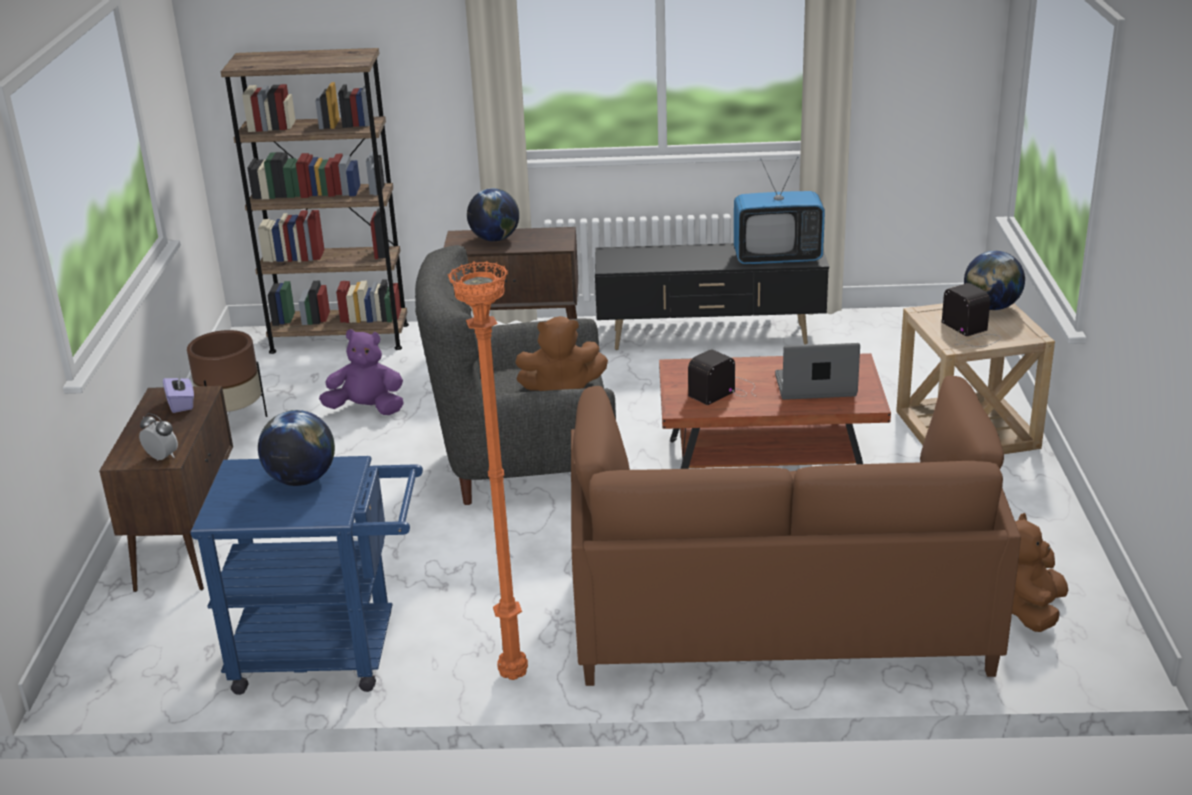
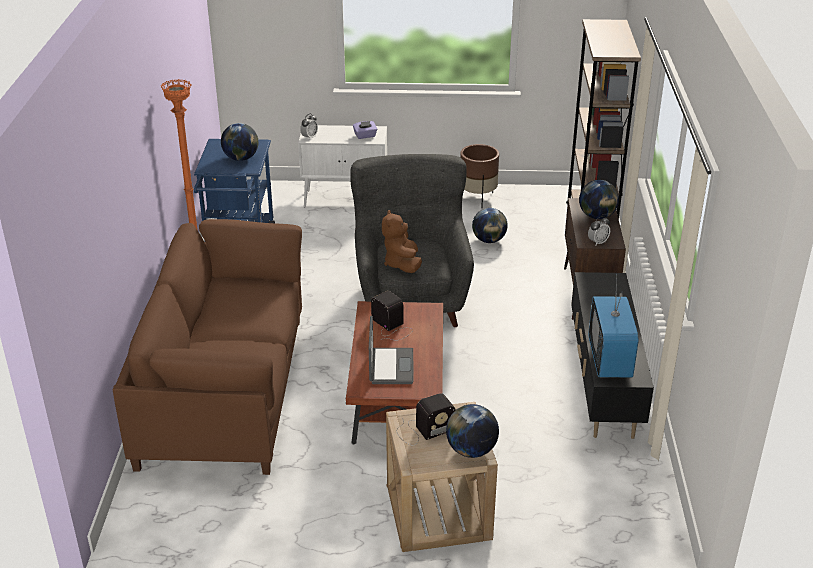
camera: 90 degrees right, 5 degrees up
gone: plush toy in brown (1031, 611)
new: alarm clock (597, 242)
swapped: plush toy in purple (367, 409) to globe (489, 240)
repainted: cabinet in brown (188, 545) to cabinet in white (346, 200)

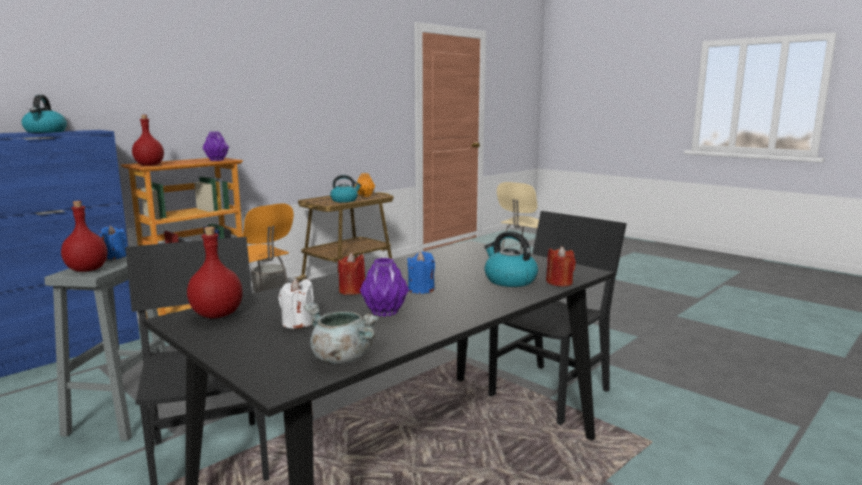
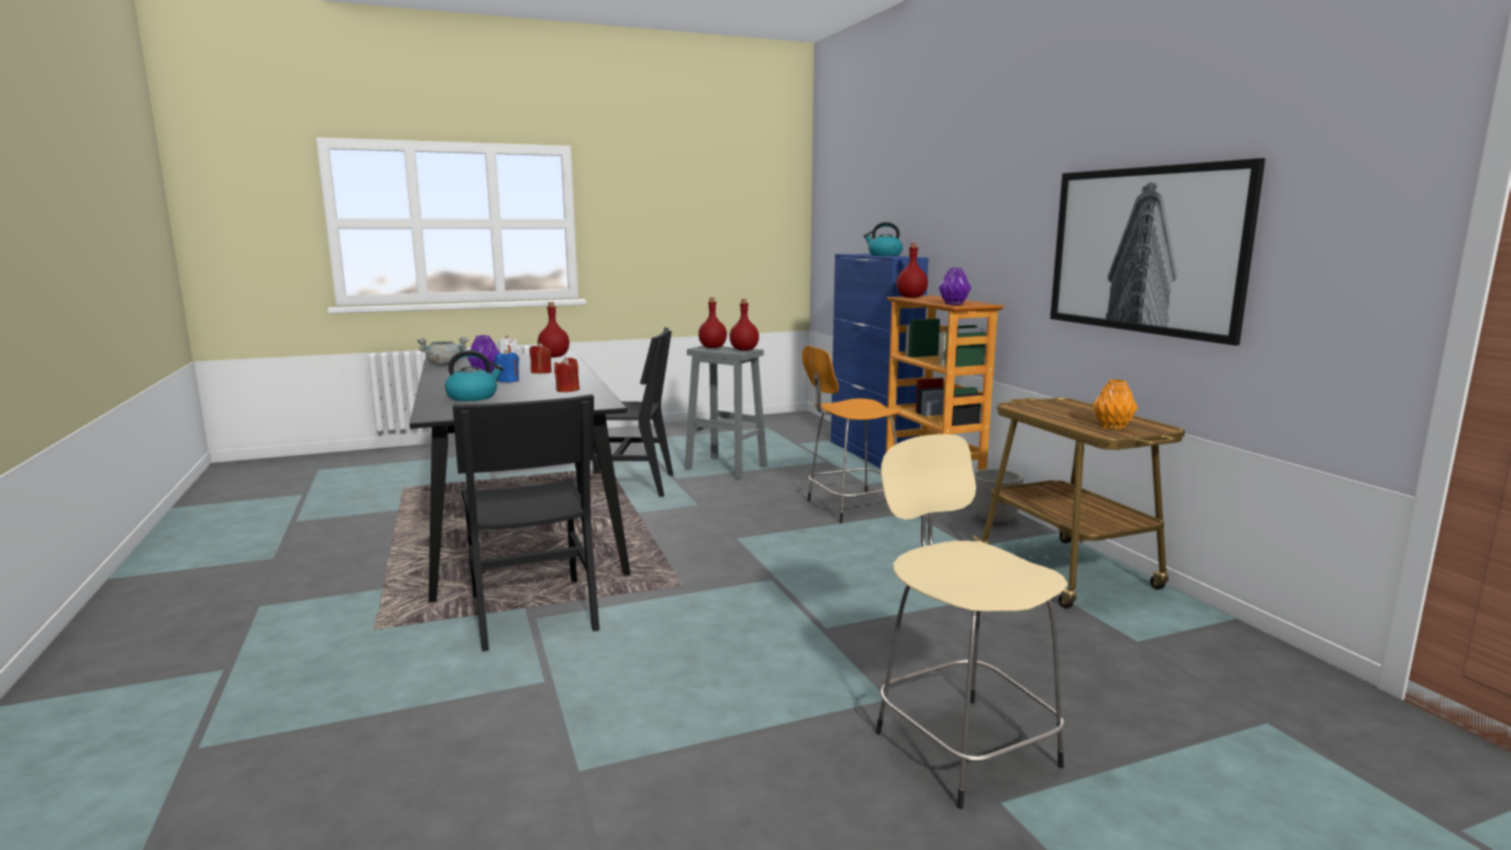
camera: 115 degrees right, 0 degrees up
gone: kettle (344, 200)
new: picture (1146, 250)
shifted: candle in red (559, 282) to (567, 390)
swapped: candle in blue (115, 257) to bottle in red (744, 350)

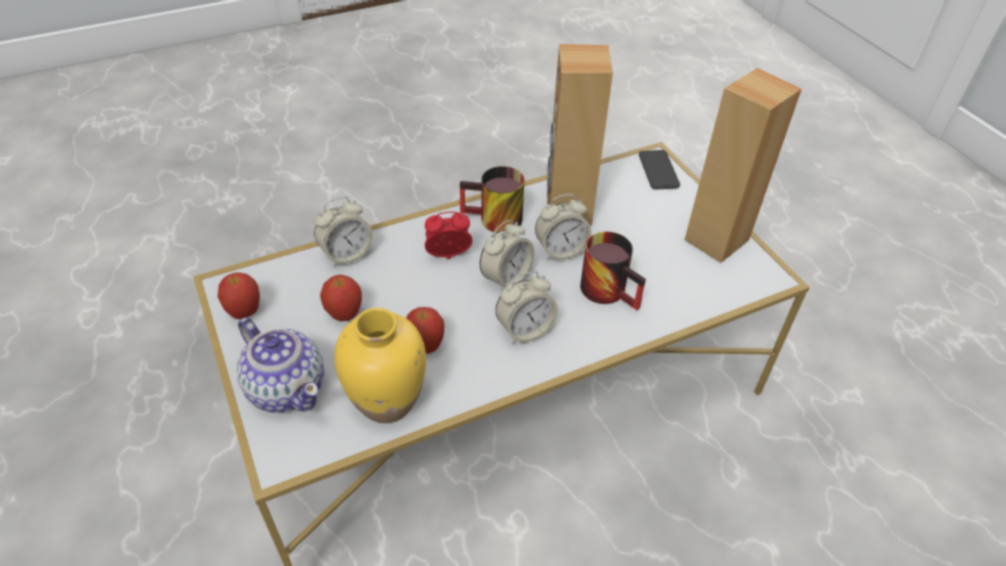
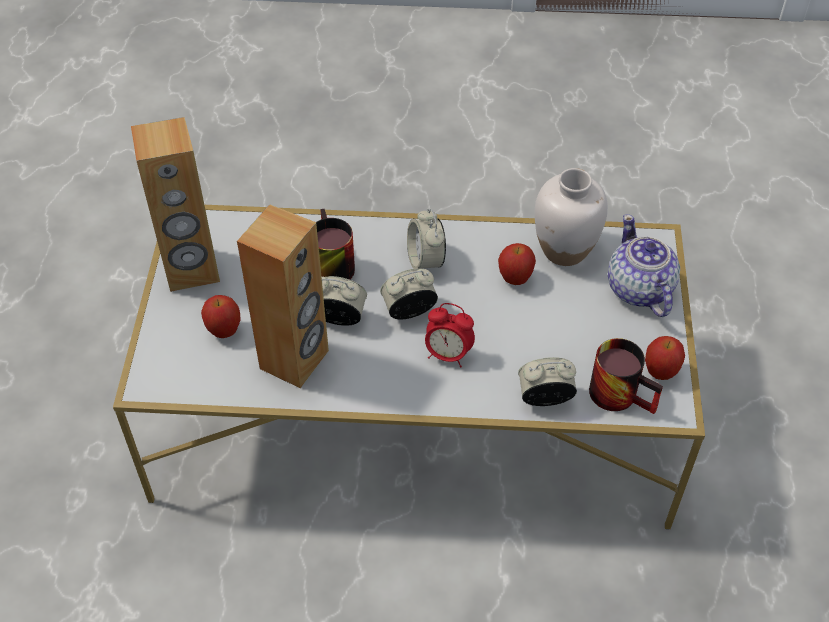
camera: 150 degrees left, 5 degrees up
gone: phone (658, 170)
shifted: apple (345, 315) to (224, 331); mug (493, 221) to (622, 393)
repainted: vase in yellow (387, 401) to vase in white (564, 250)
rotated: alarm clock (525, 330) = (425, 261) 105 degrees counterclockwise

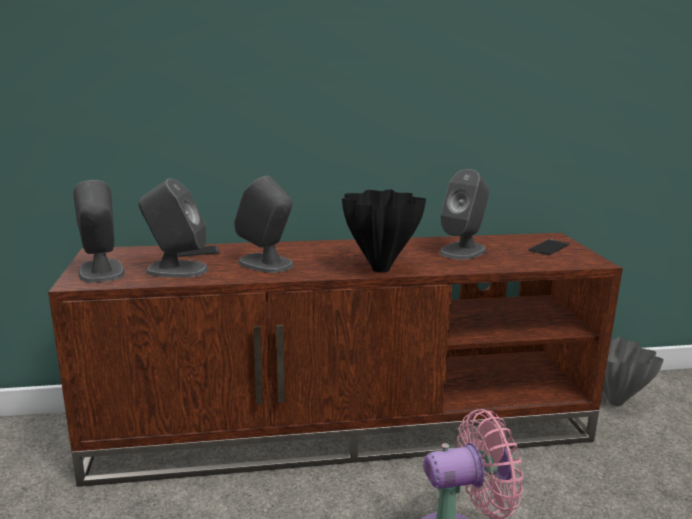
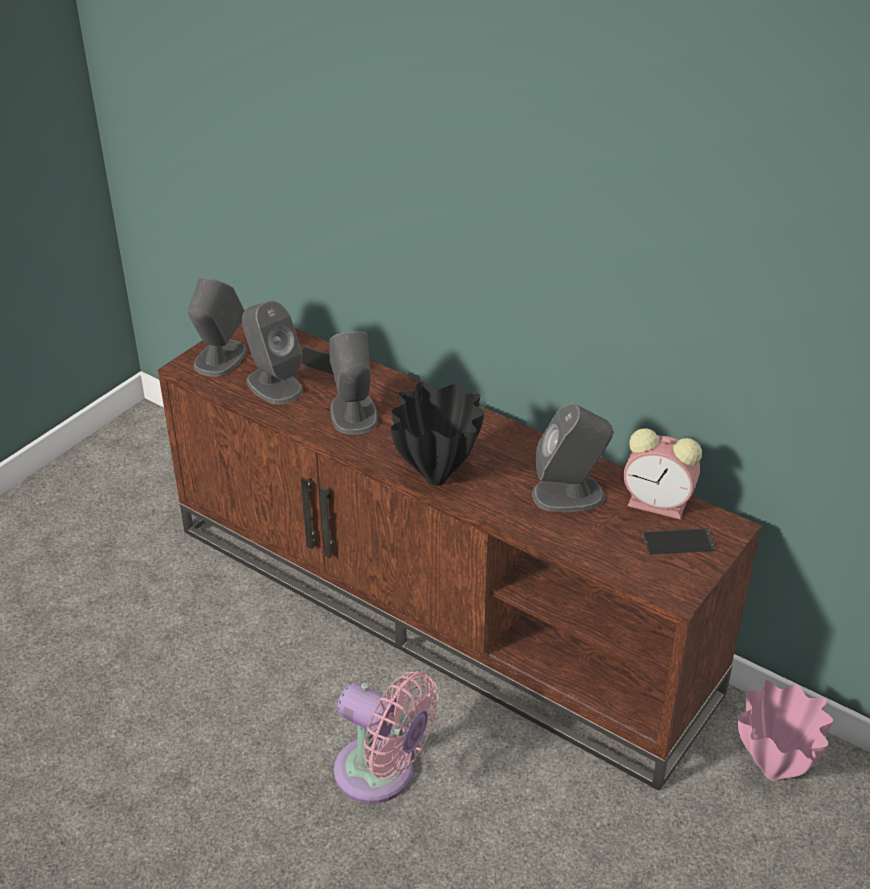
camera: 45 degrees right, 20 degrees up
new: alarm clock (659, 504)
repainted: vase in grey (614, 402) to vase in pink (773, 771)

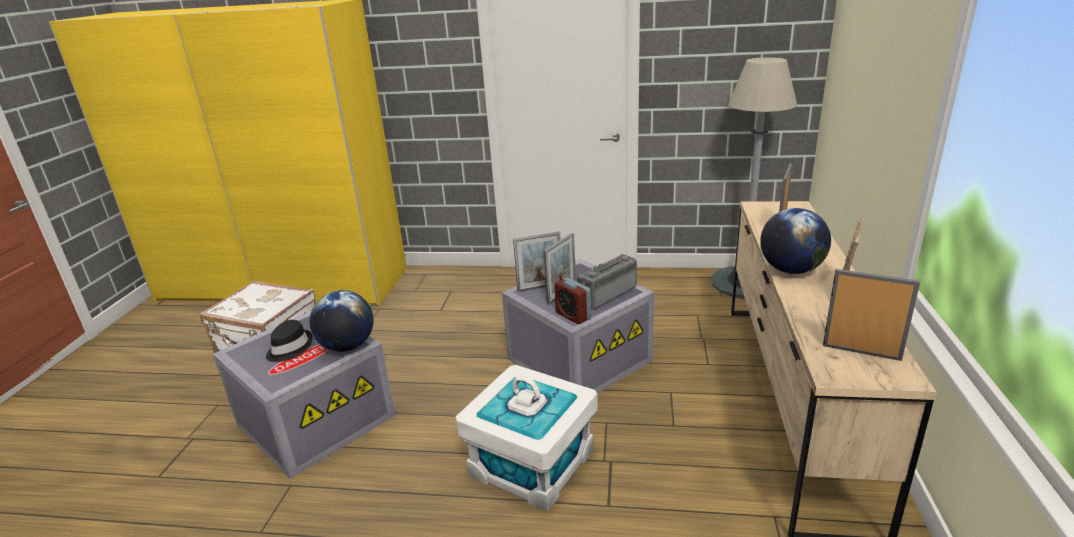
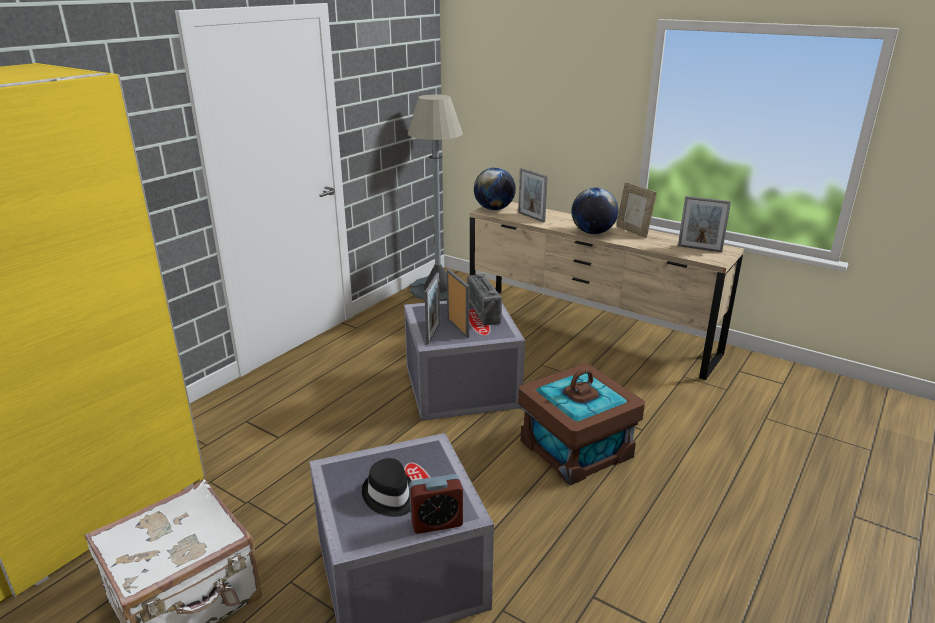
camera: 65 degrees left, 0 degrees up
shifted: alarm clock (573, 316) to (436, 522); globe (347, 346) to (494, 209)
repainted: storage box in white (531, 463) to storage box in brown (576, 449)
rotated: picture frame (861, 352) = (699, 249) 120 degrees counterclockwise

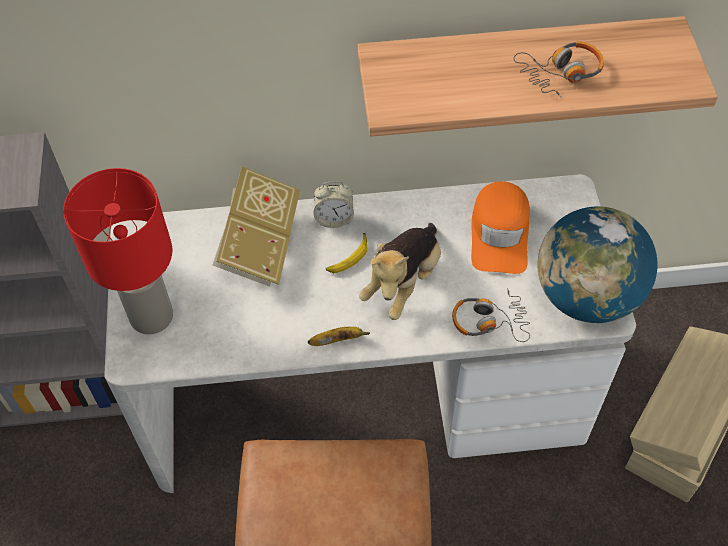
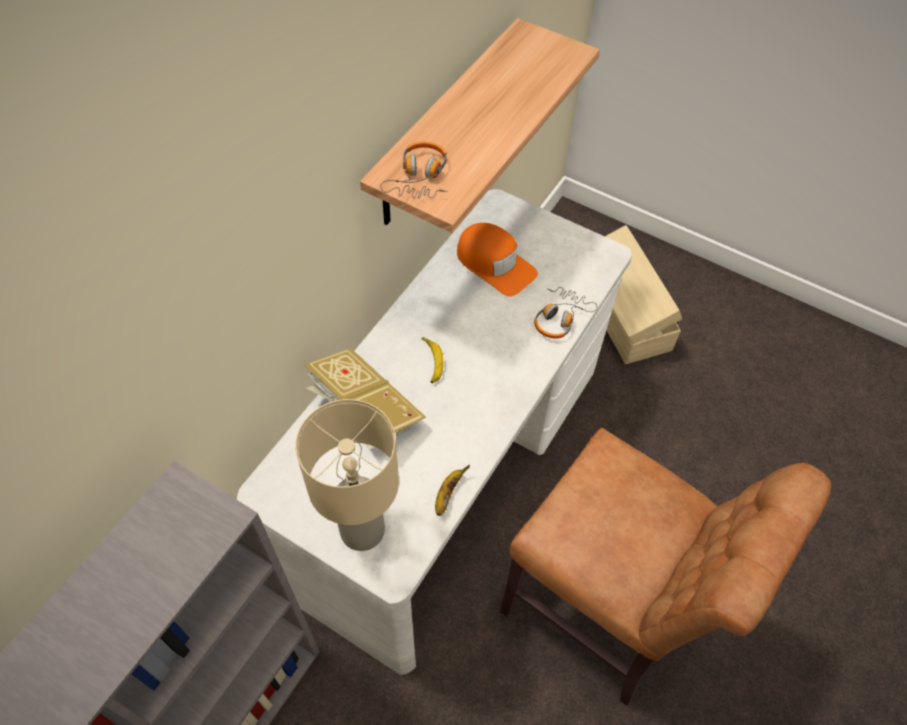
camera: 55 degrees left, 0 degrees up
gone: alarm clock (334, 219); plush toy (403, 282); globe (586, 296)
shifted: headphones (561, 73) to (419, 177); banana (337, 340) to (447, 494)
repainted: table lamp in red (152, 315) to table lamp in beige (362, 529)

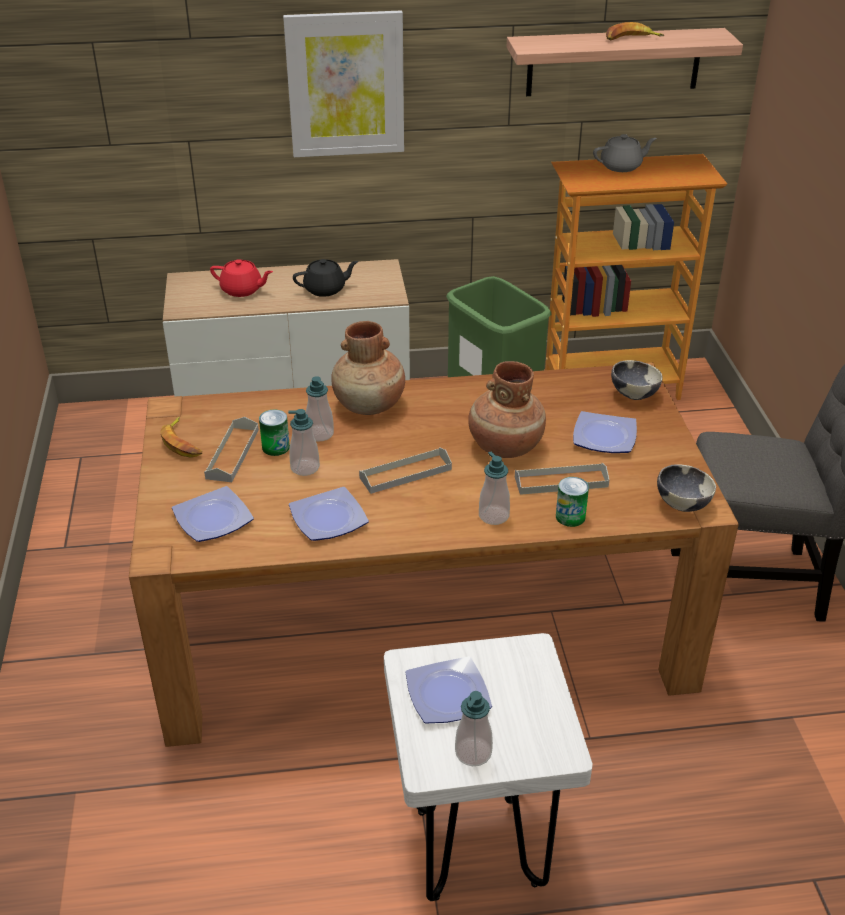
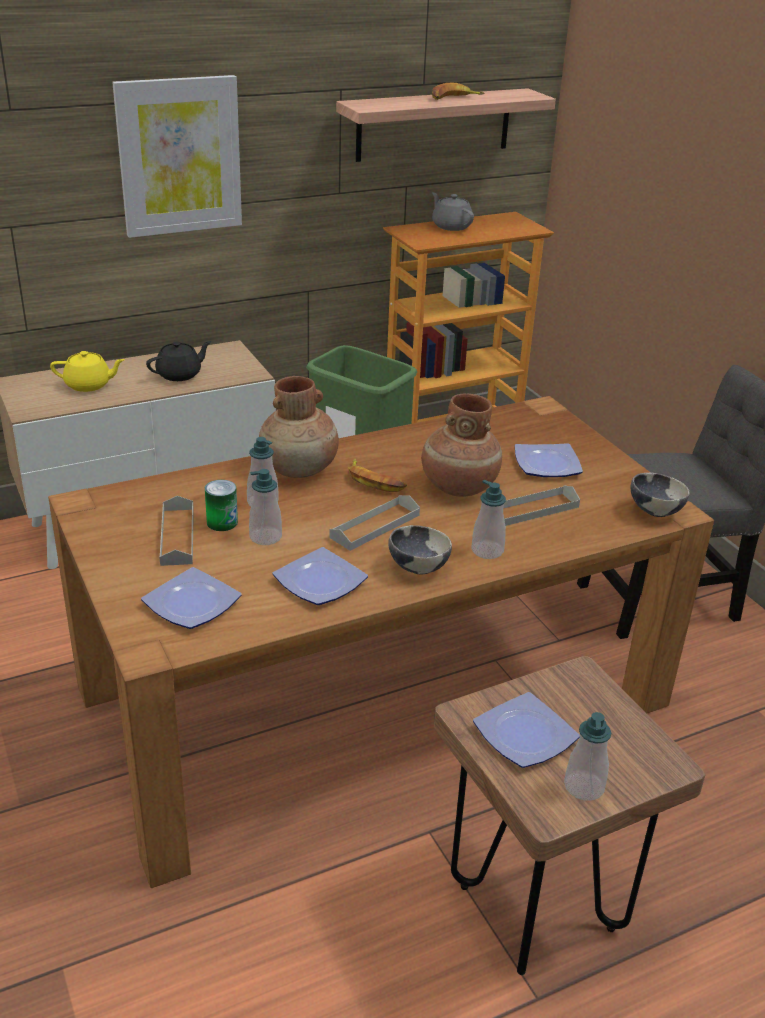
camera: 20 degrees left, 5 degrees down
gone: can (570, 517)
shifted: banana (182, 443) to (374, 481); bowl (633, 394) to (417, 567)
repainted: teapot in red (242, 290) to teapot in yellow (89, 385); stool in white (476, 848) to stool in brown (536, 908)
rotated: teapot in grey (622, 166) = (451, 226) 90 degrees counterclockwise

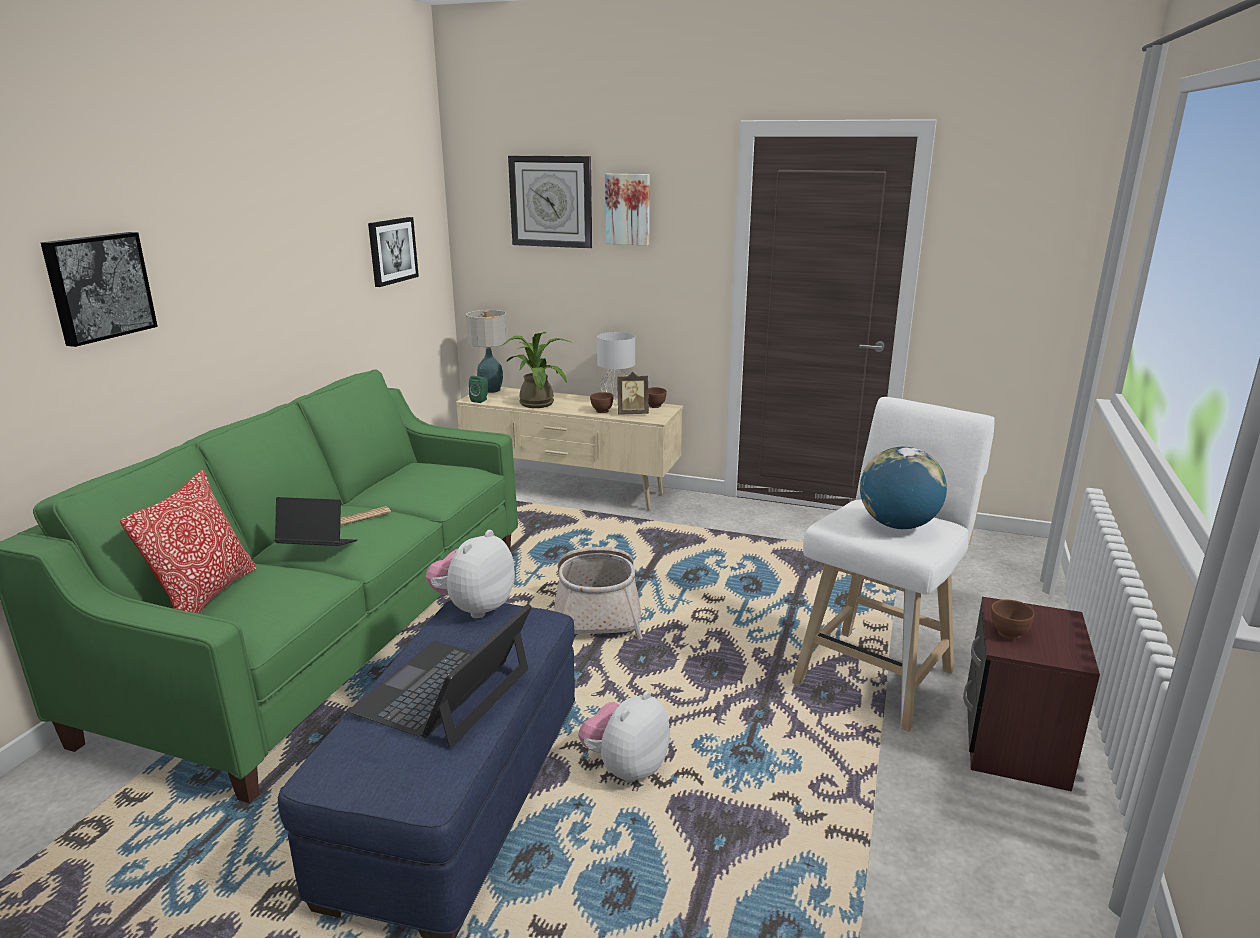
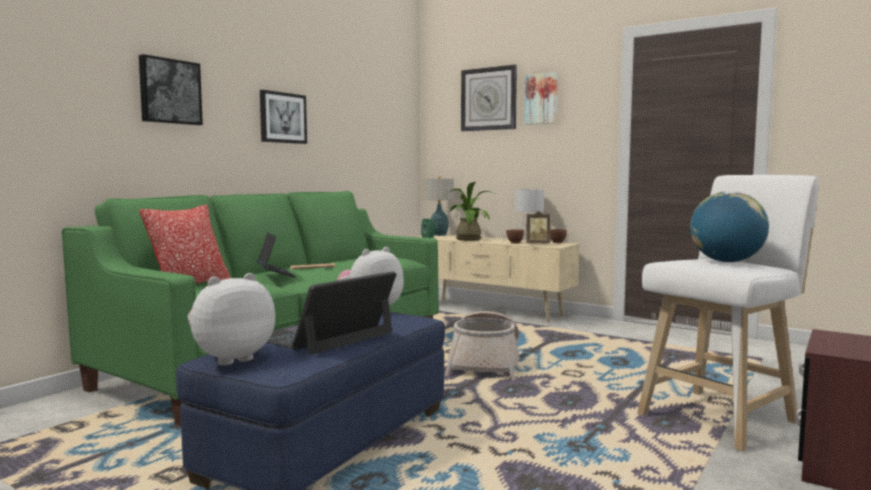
camera: 15 degrees right, 15 degrees down
gone: bowl in brown (1008, 634)
shifted: plush toy (625, 767) to (231, 358); picture (392, 251) to (282, 118)
rotated: laptop (317, 548) = (275, 275) 45 degrees clockwise

